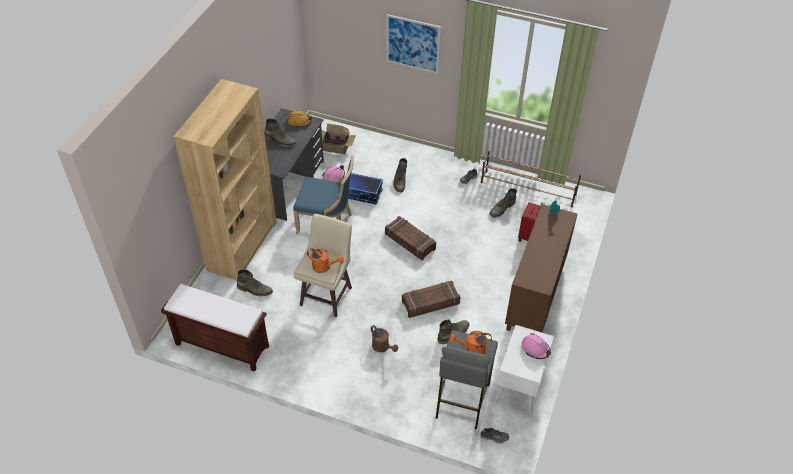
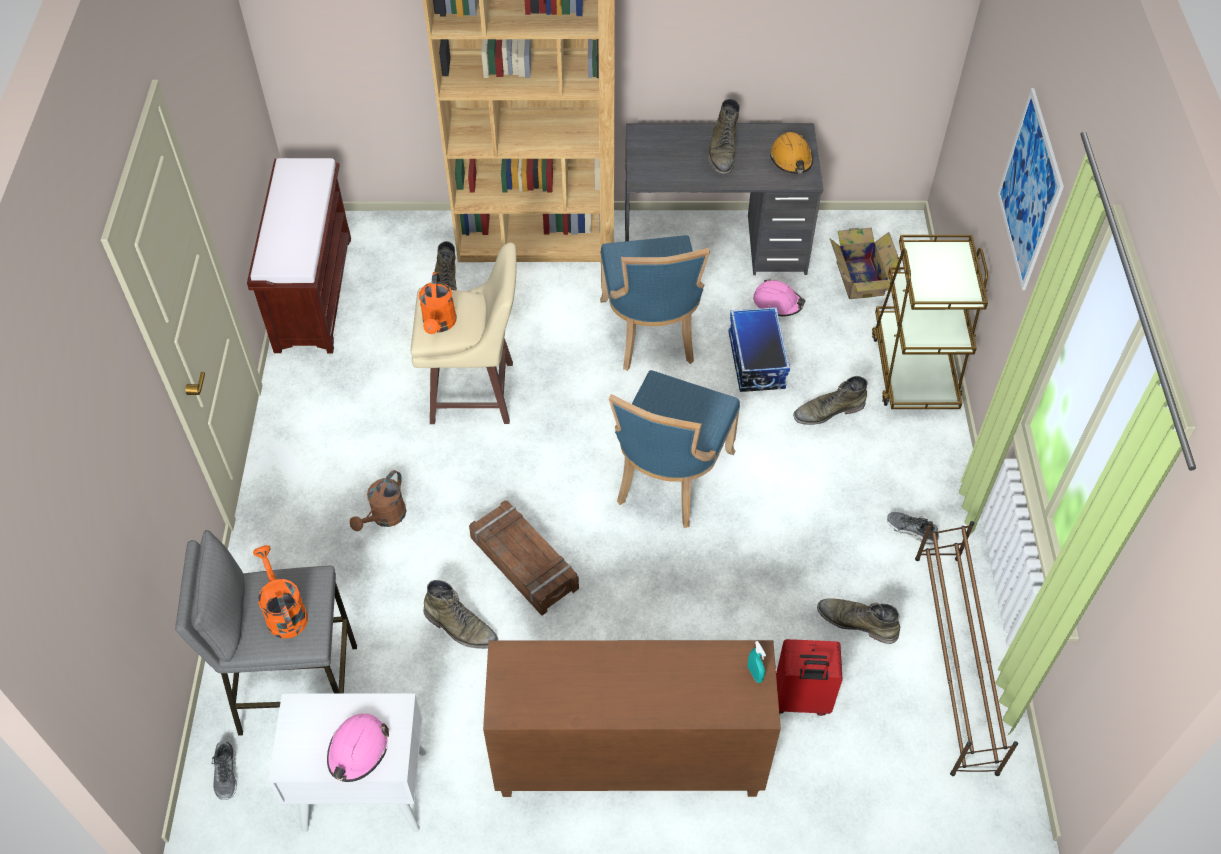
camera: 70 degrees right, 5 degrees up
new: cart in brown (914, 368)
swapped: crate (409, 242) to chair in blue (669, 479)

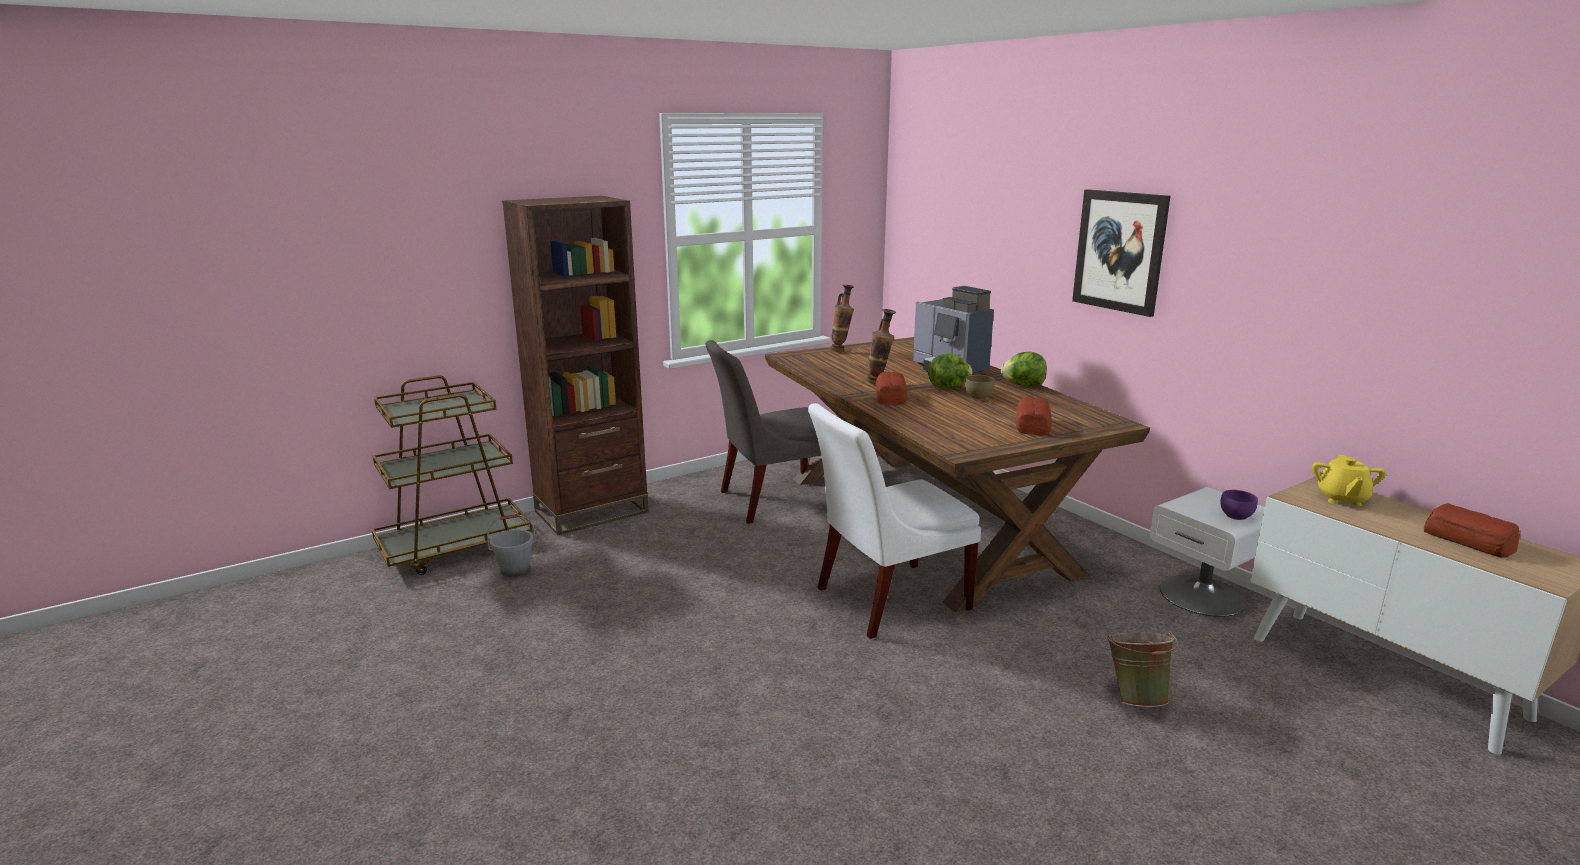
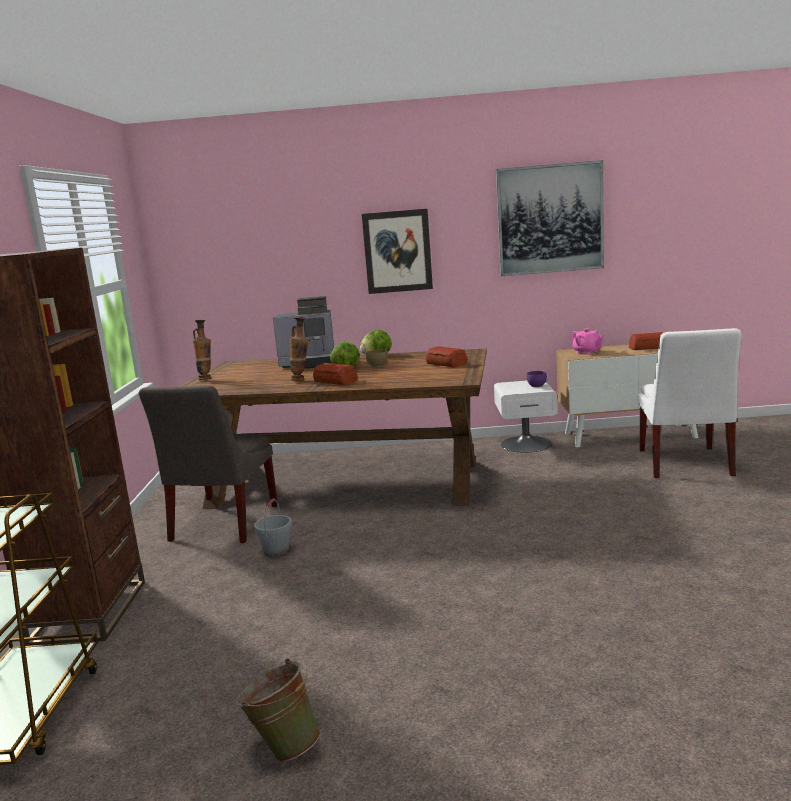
camera: 55 degrees left, 5 degrees down
new: picture (550, 219)
shifted: bucket in green (1135, 697) to (283, 747); bucket in grey (515, 570) to (276, 551); chair in white (886, 599) to (684, 464)
repainted: teapot in yellow (1341, 499) to teapot in pink (587, 352)

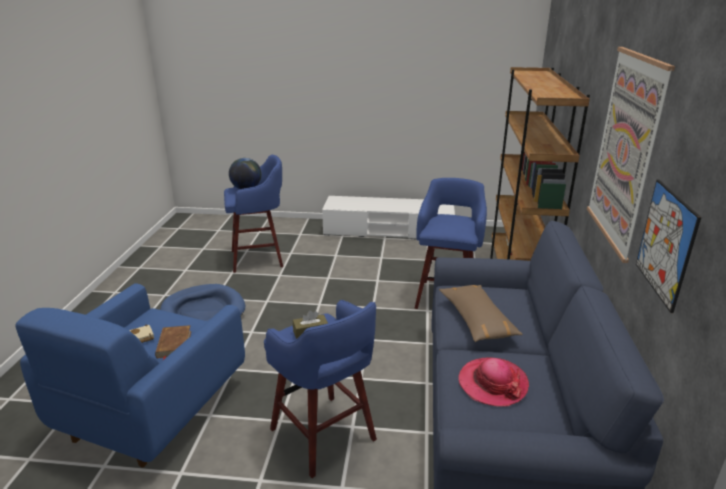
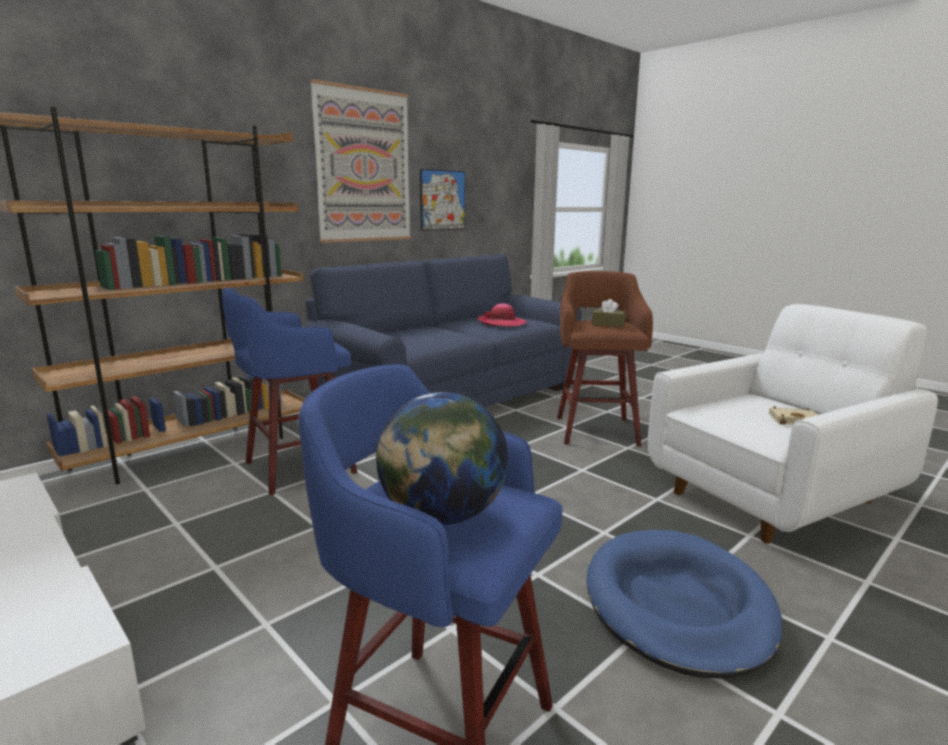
camera: 140 degrees left, 10 degrees down
gone: book in brown (174, 344); pillow in brown (477, 320)
repainted: stool in blue (324, 436) to stool in brown (596, 429); armchair in blue (152, 410) to armchair in white (772, 496)

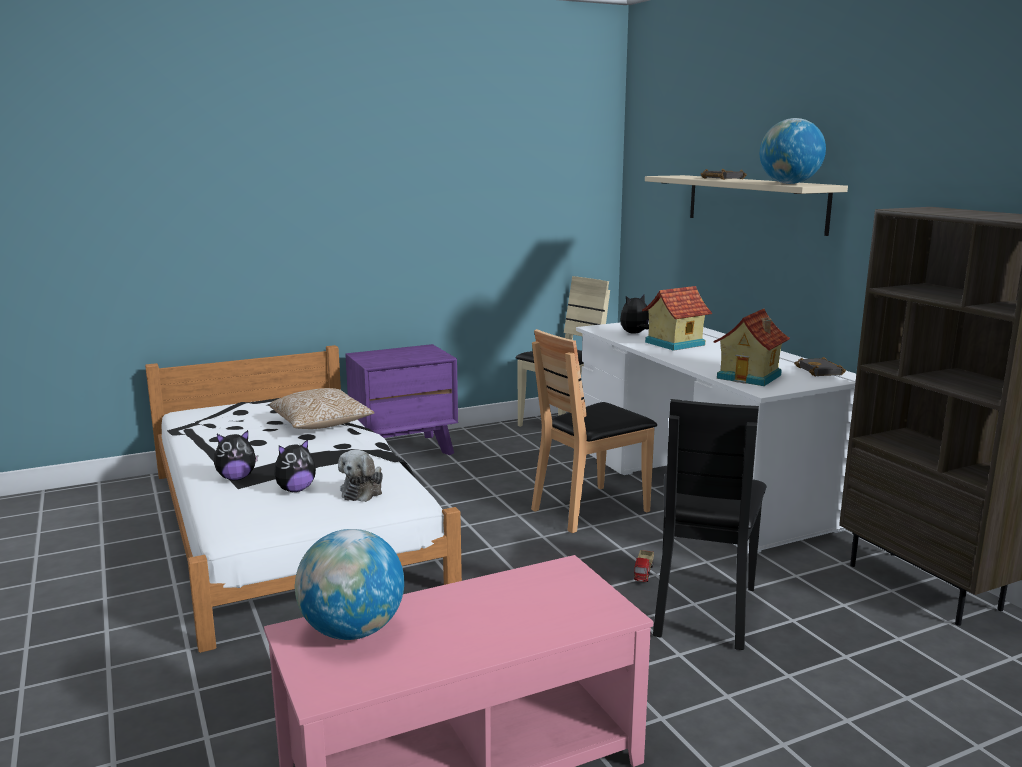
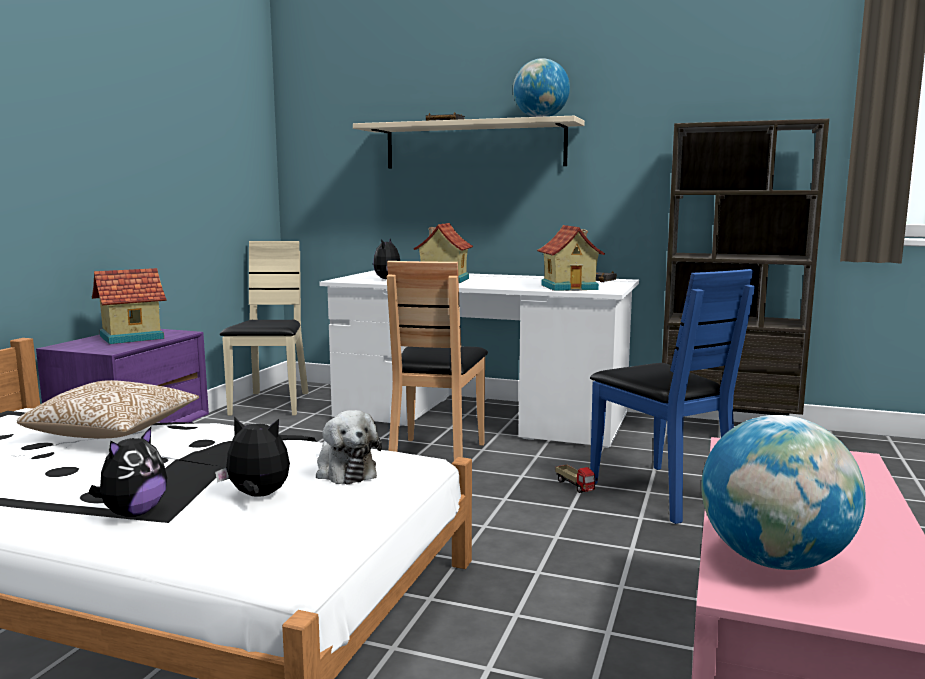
camera: 45 degrees left, 5 degrees down
new: toy house (131, 337)
repainted: chair in black (703, 609) to chair in blue (661, 493)
rotated: plush toy (295, 490) = (257, 496) 90 degrees counterclockwise

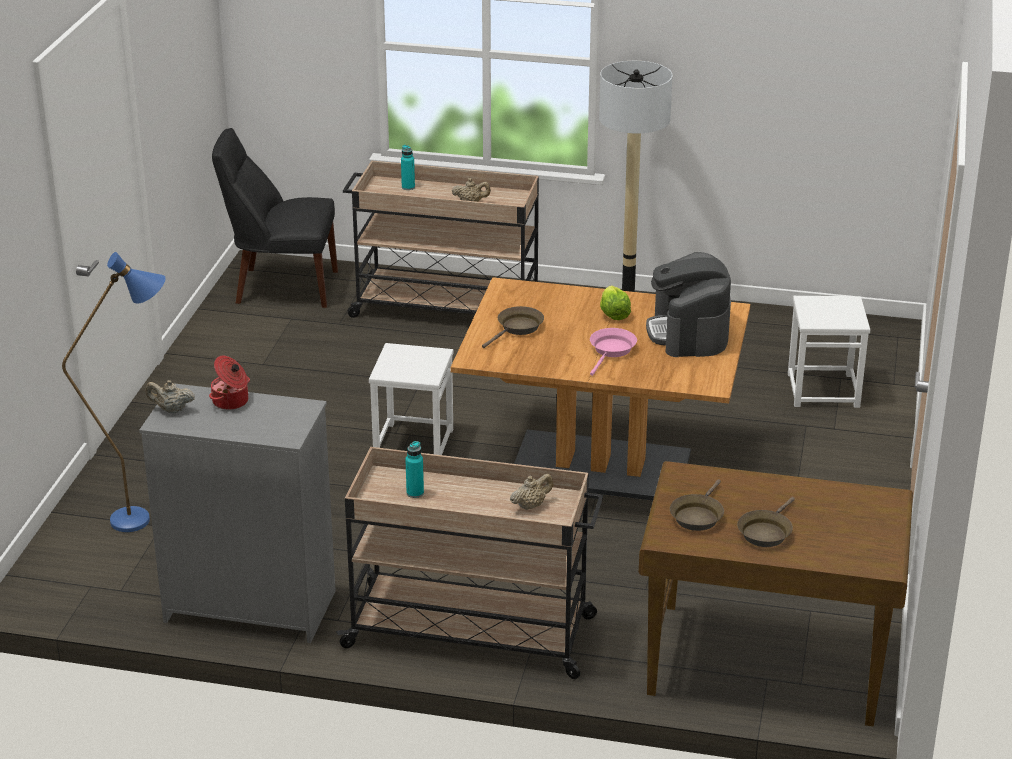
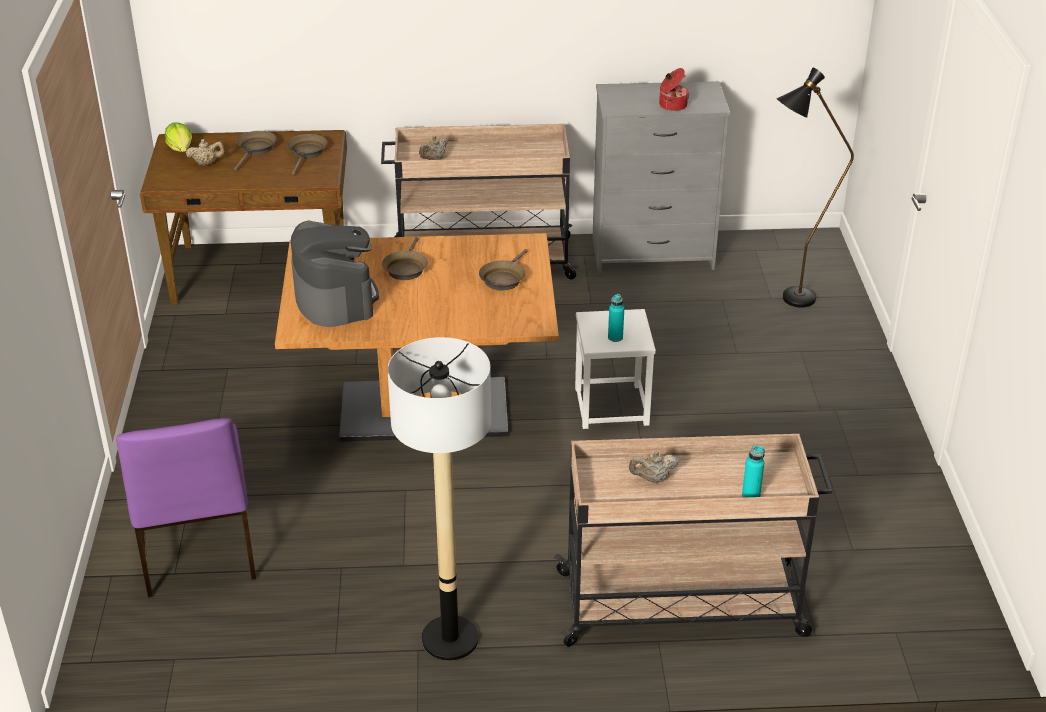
camera: 165 degrees right, 5 degrees up
gone: chair in black (281, 287)
shifted: lettuce (613, 313) to (181, 149); teapot in beige (171, 410) to (207, 163); bottle in turquoise (415, 493) to (615, 337)
swapped: stool in white (823, 390) to chair in purple (197, 550)
repainted: frying pan in pink (611, 350) to frying pan in brown (405, 268); floor lamp in blue (145, 519) to floor lamp in black (788, 301)

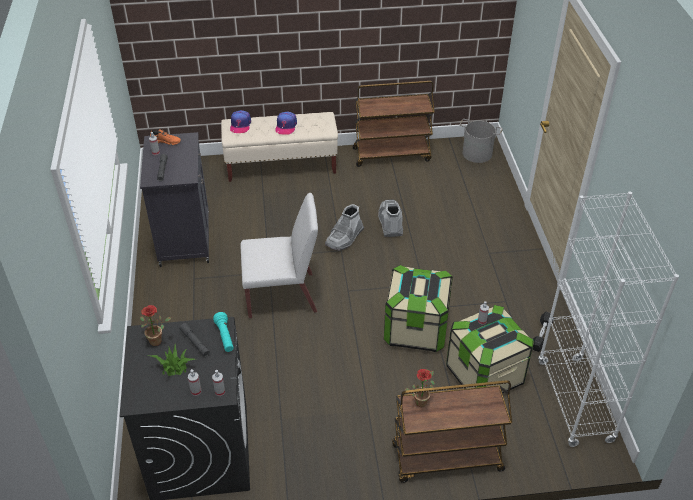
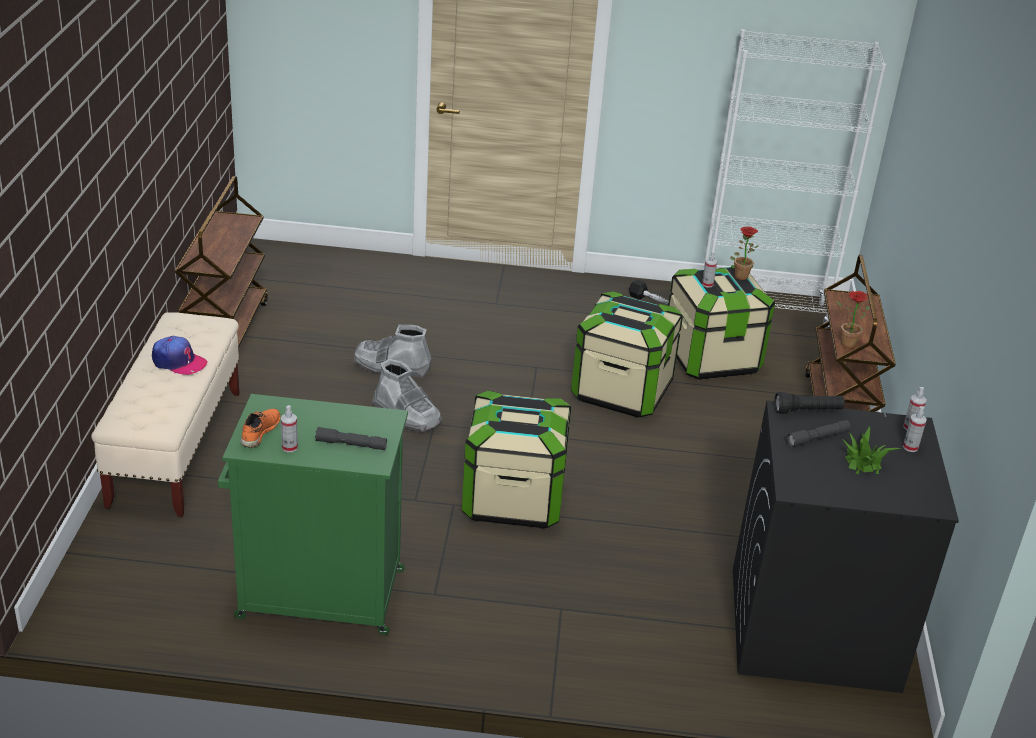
camera: 80 degrees left, 10 degrees down
gone: cap (240, 125); bucket in grey (477, 153)
shifted: potted plant (158, 340) to (740, 275)
swapped: chair in white (282, 295) to storage box (513, 499)
repainted: cabinet in black (184, 238) to cabinet in green (317, 594); flashlight in turquoise (225, 337) to flashlight in black (807, 411)

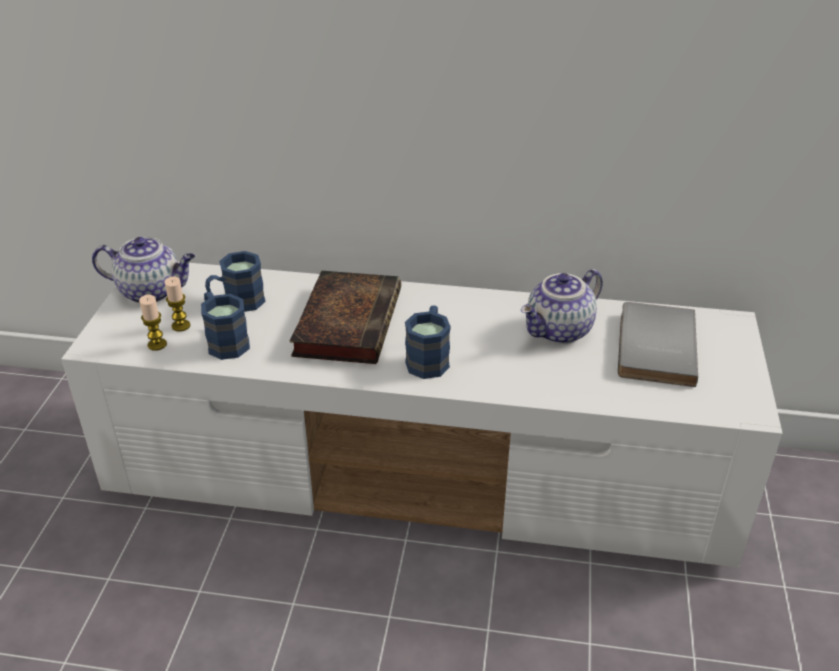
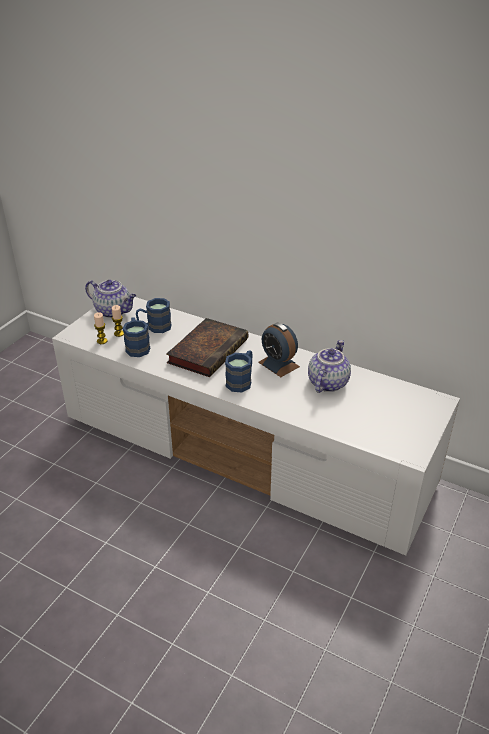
camera: 20 degrees right, 0 degrees up
gone: book in grey (652, 347)
new: alarm clock (278, 364)
rotated: teapot (559, 332) = (327, 382) 135 degrees clockwise

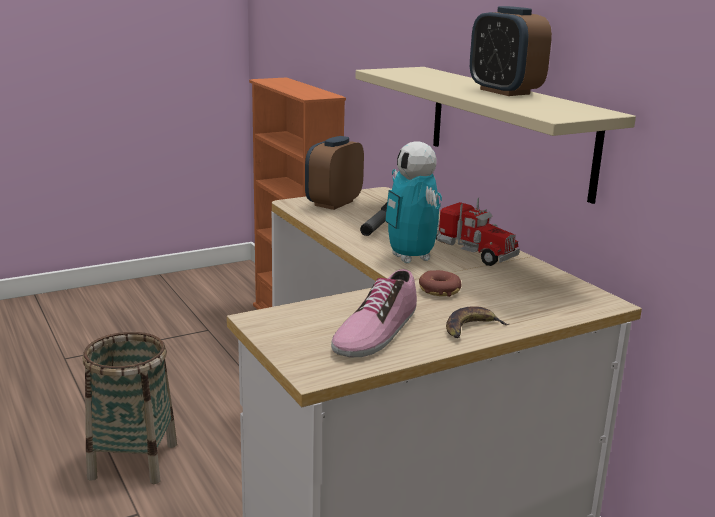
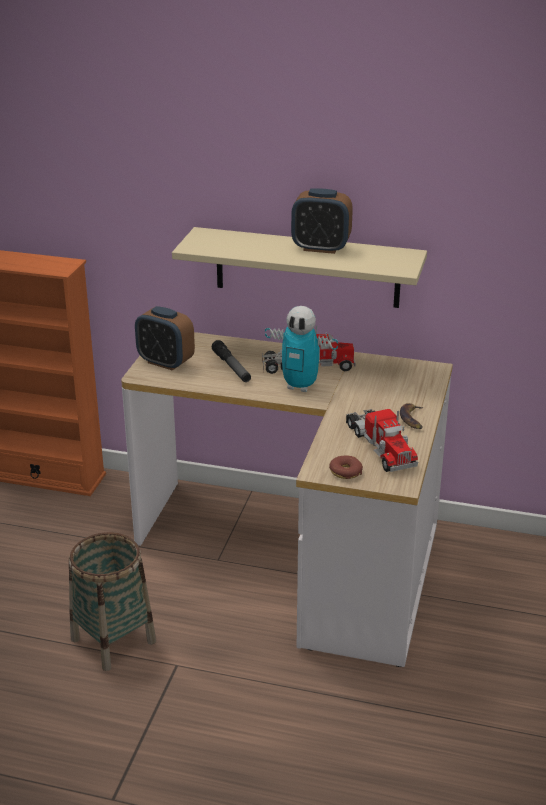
camera: 45 degrees left, 10 degrees up
shifted: donut (439, 290) to (345, 472)
swapped: shoe (375, 331) to toy truck (379, 446)
rotated: alarm clock (333, 203) = (165, 362) 45 degrees counterclockwise

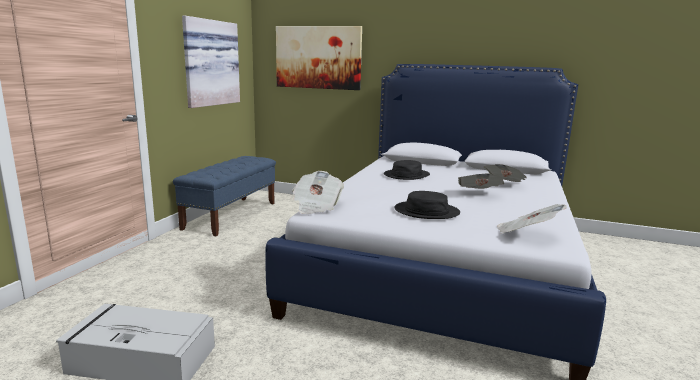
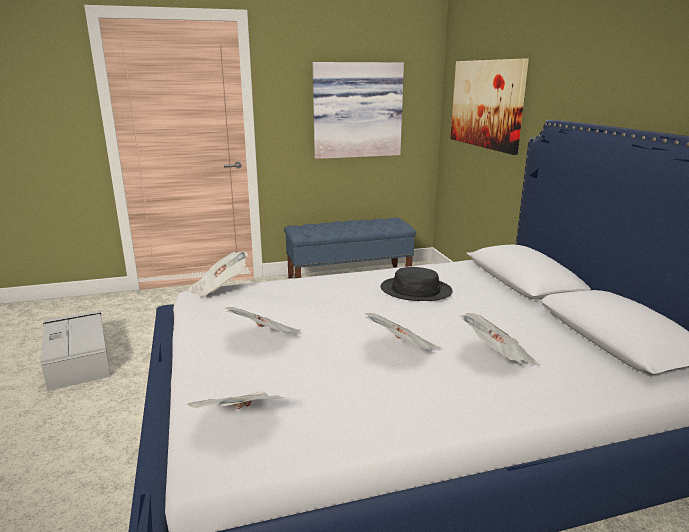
camera: 55 degrees right, 5 degrees up
swapped: hat in black (426, 211) to newspaper (265, 338)

